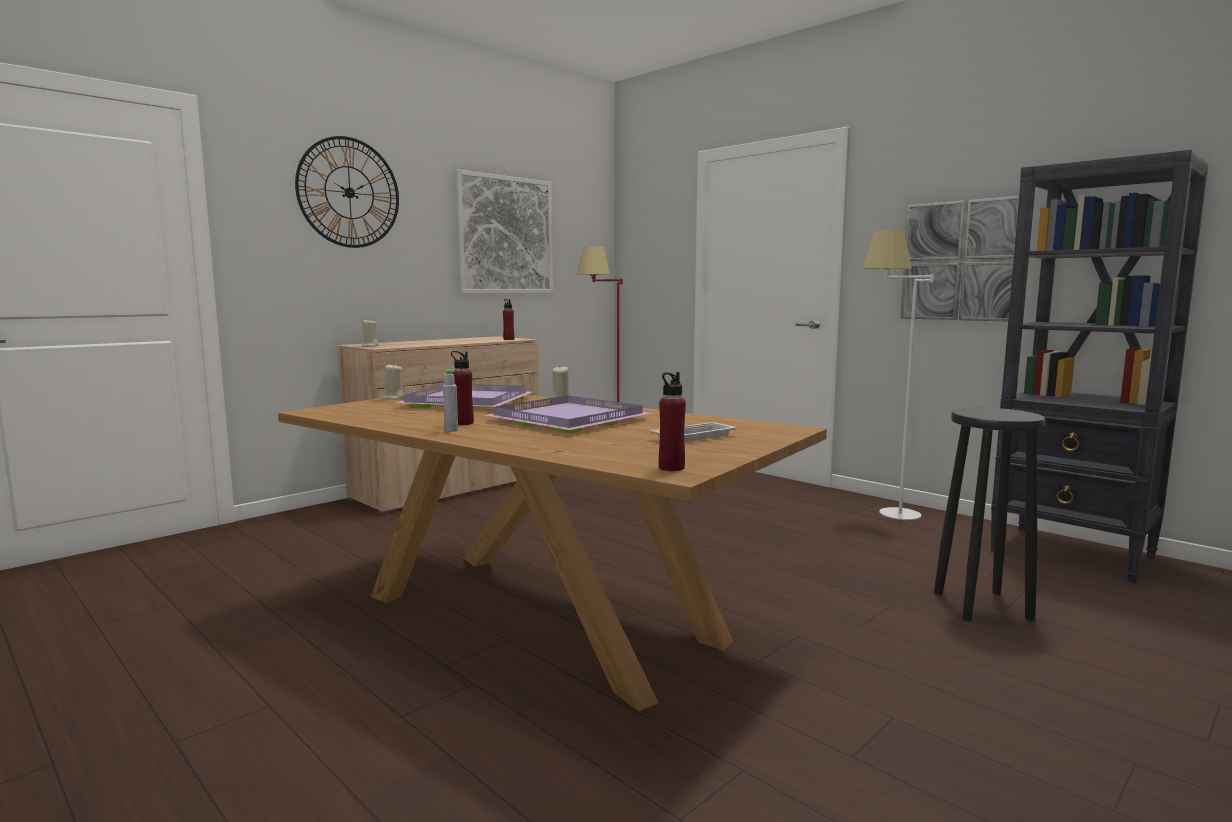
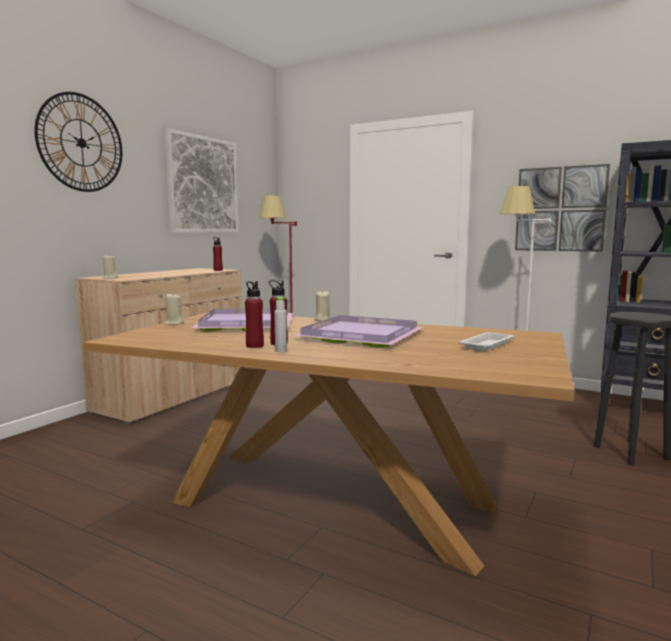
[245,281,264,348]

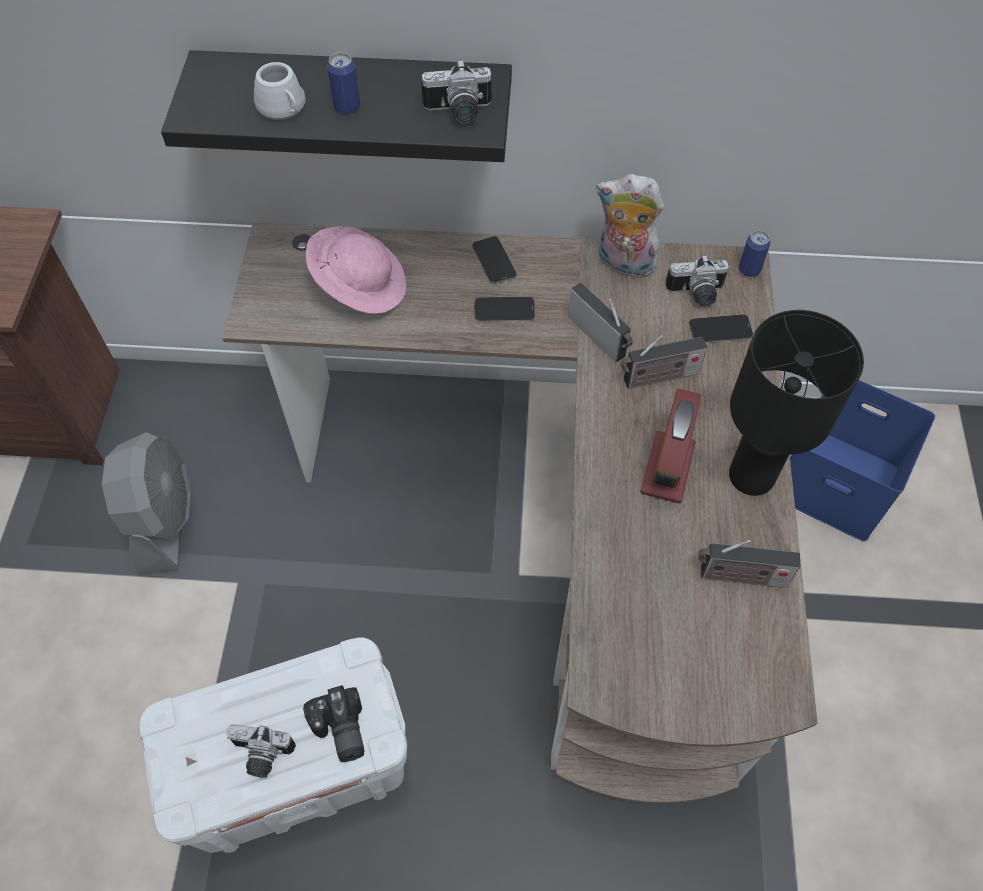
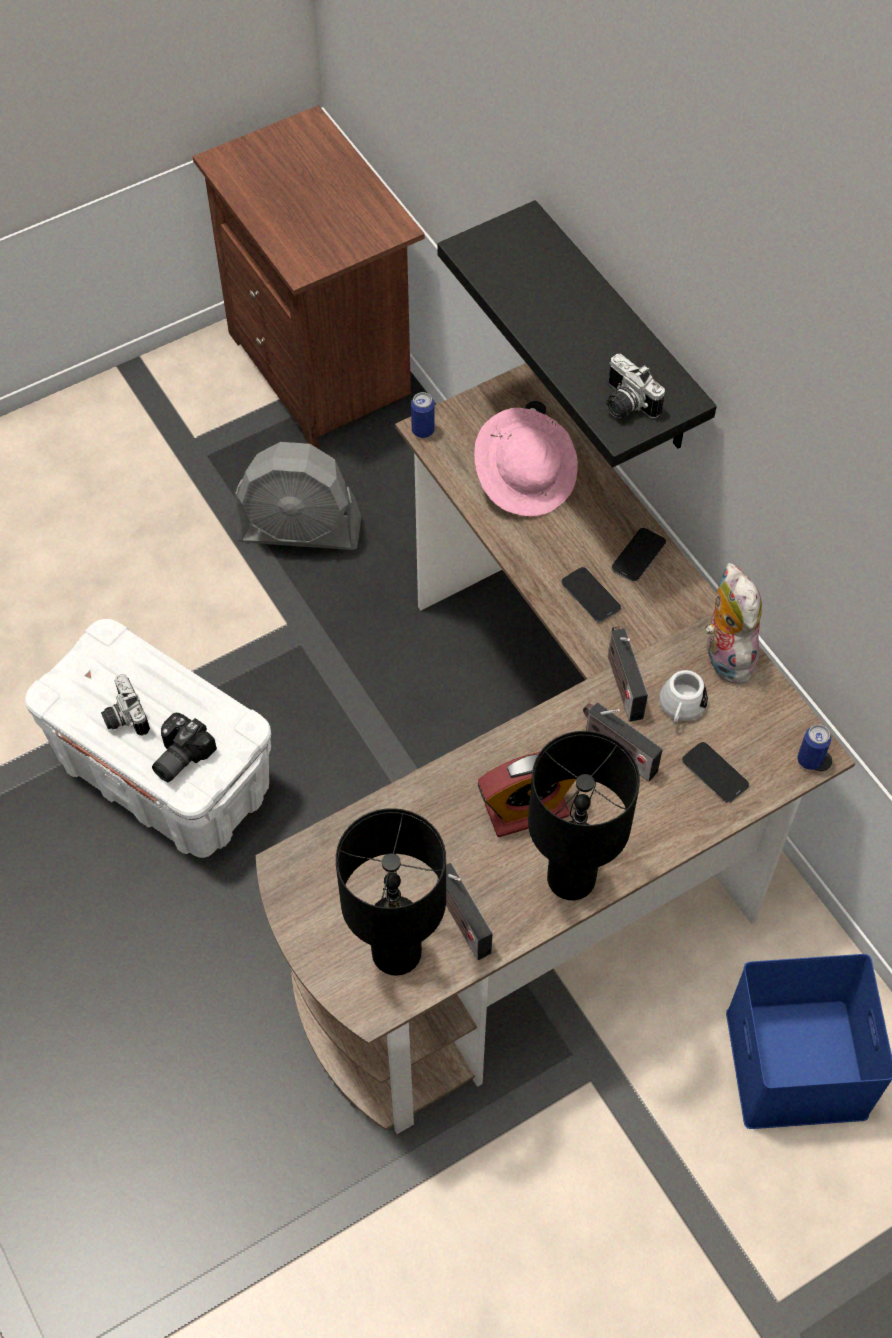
[665,255,729,307] (first image)
[336,808,446,976]
[659,670,708,724]
[411,392,435,438]
[235,442,361,550]
[608,626,648,722]

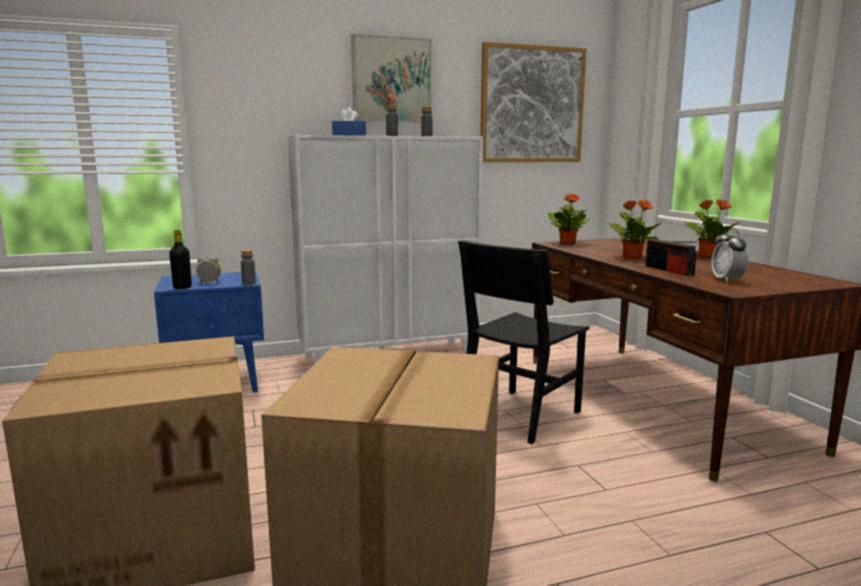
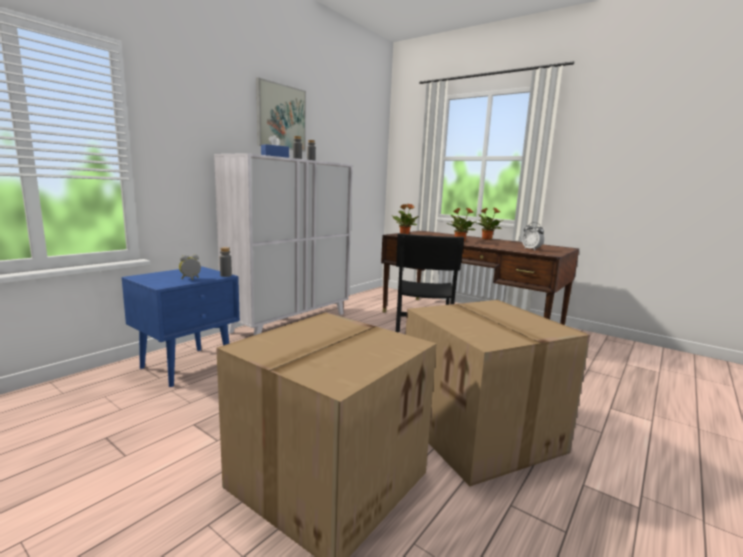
[169,230,192,289] (first image)
[480,42,586,162] (first image)
[645,239,697,276] (first image)

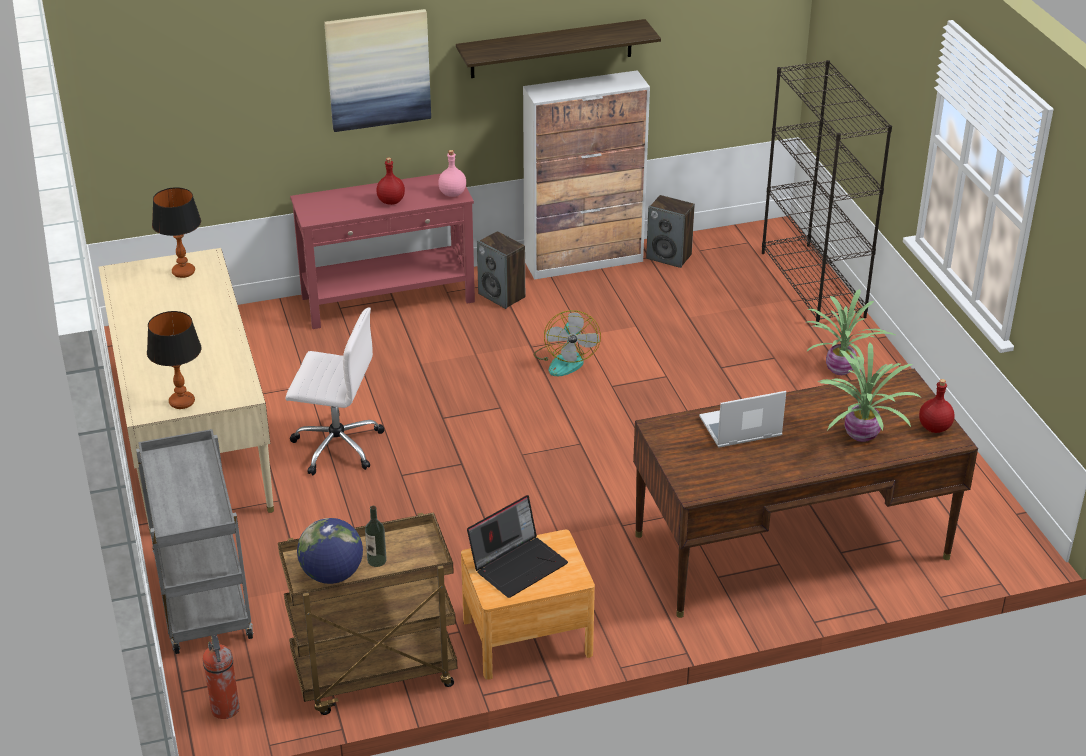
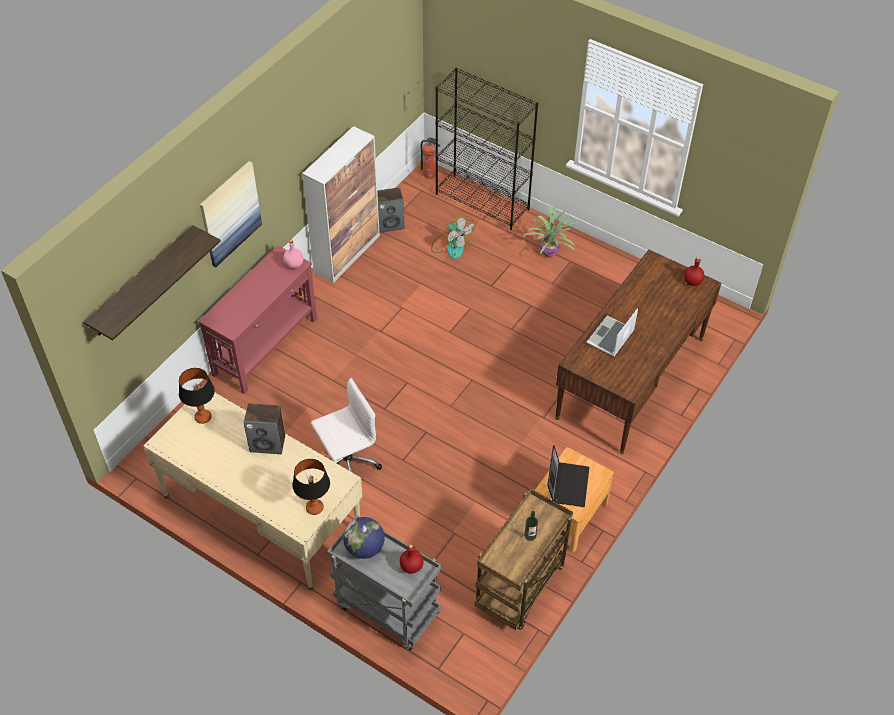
[817,343,922,442] (first image)
[420,137,440,179]
[343,517,385,559]
[400,544,424,574]
[84,225,221,340]
[243,403,285,454]
[431,216,475,259]

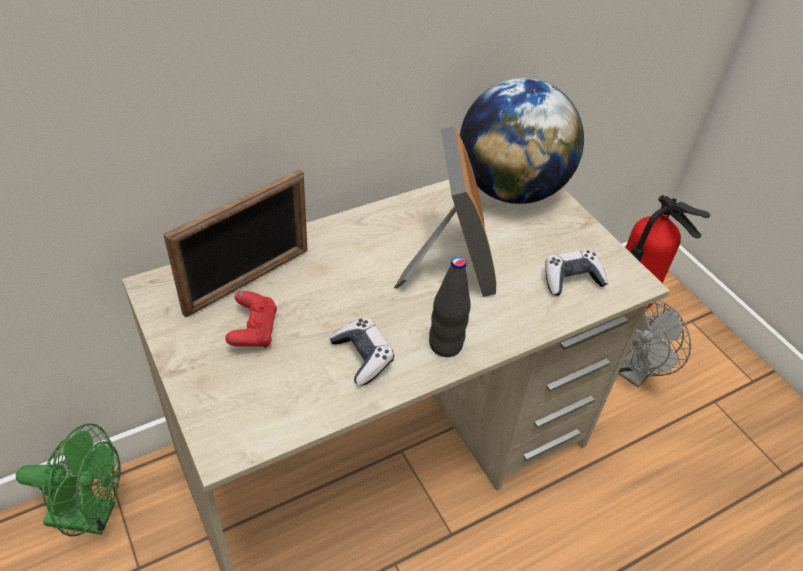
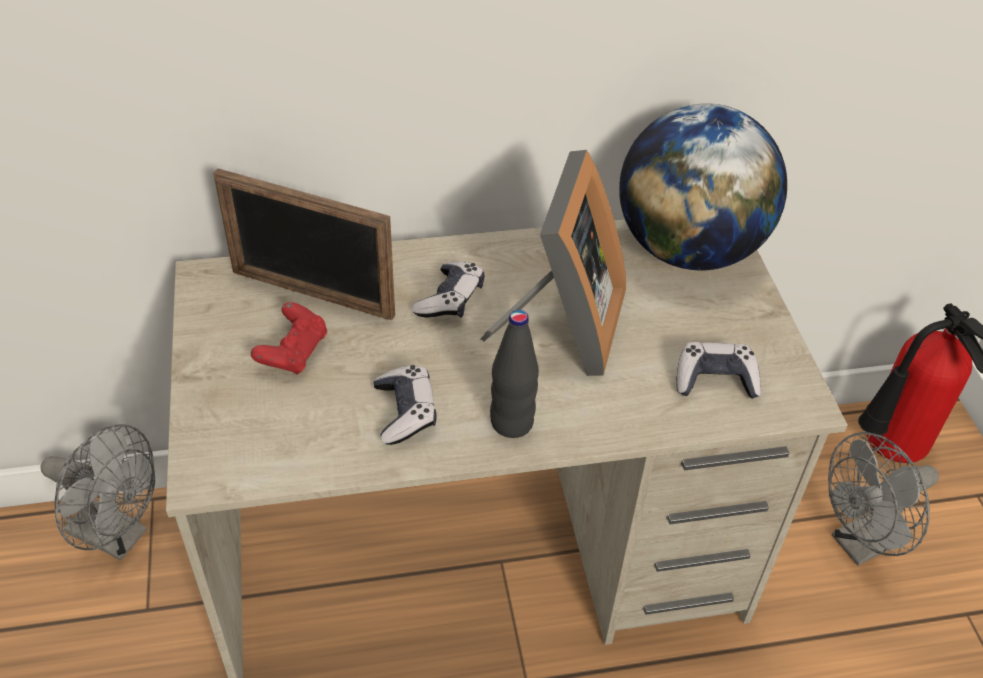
[412,261,484,318]
[40,424,155,560]
[213,168,395,320]

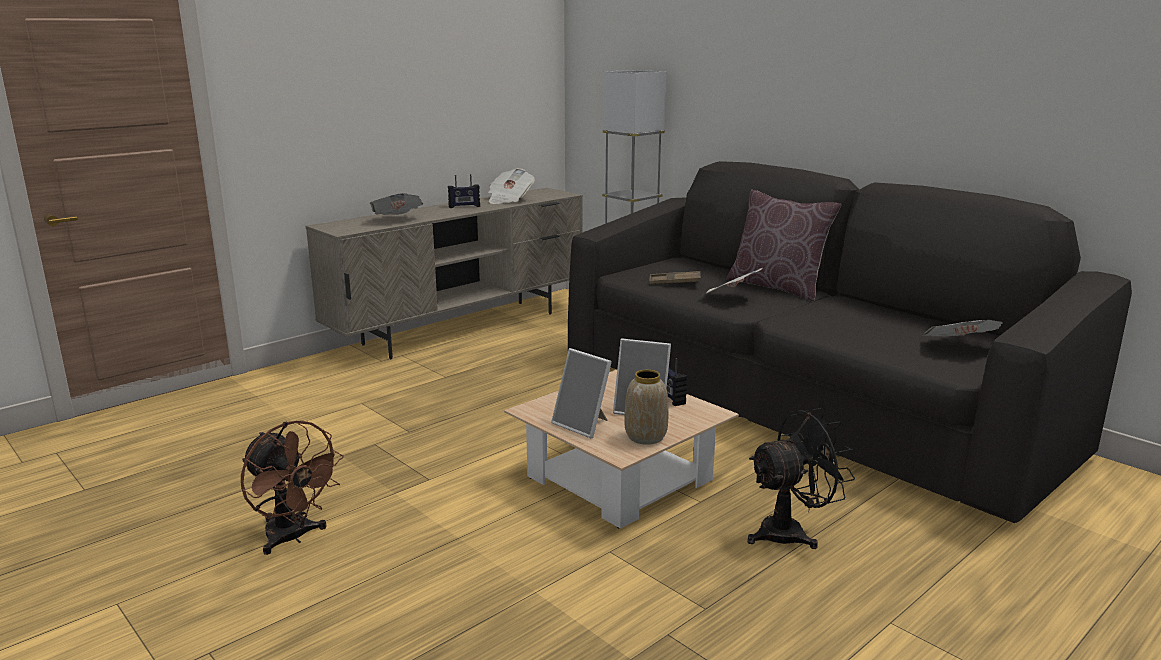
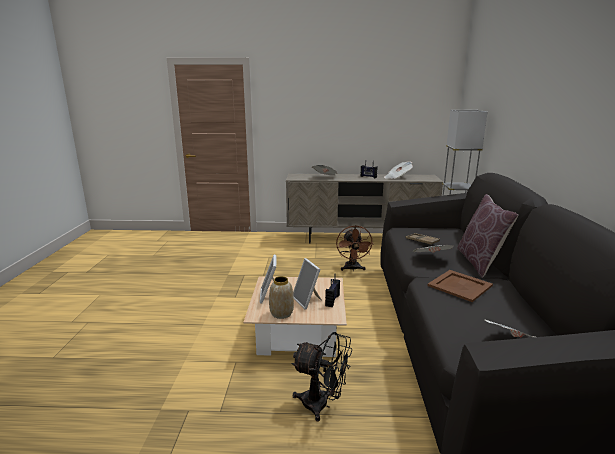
[427,270,493,302]
[336,225,374,271]

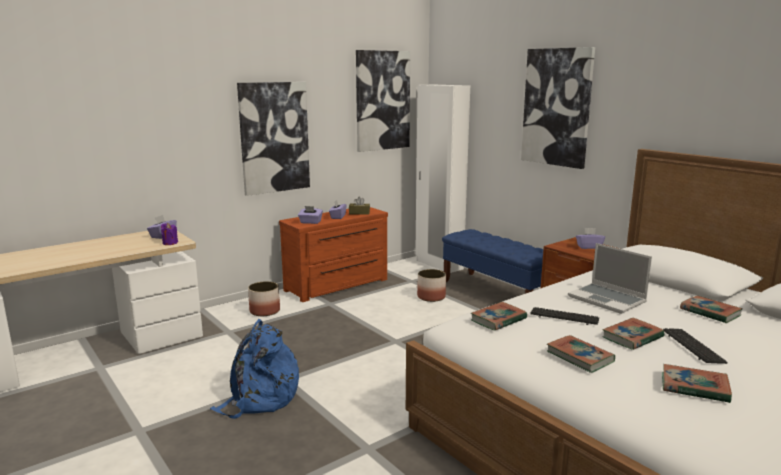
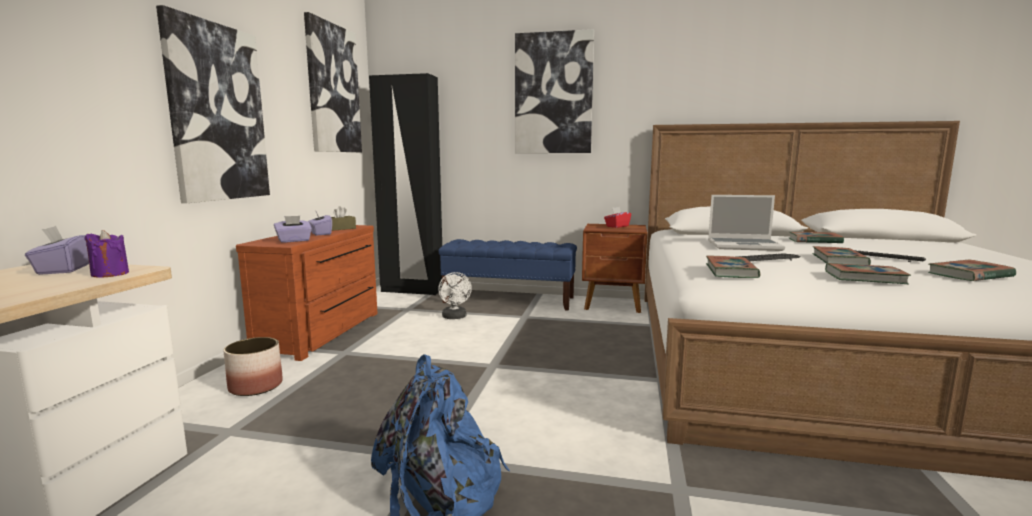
[438,272,472,319]
[369,73,442,295]
[604,207,631,228]

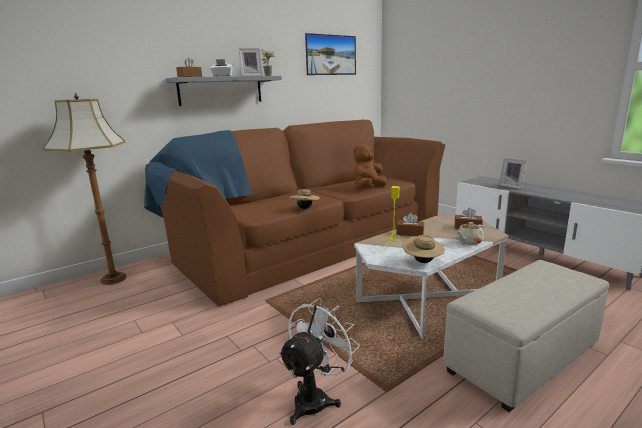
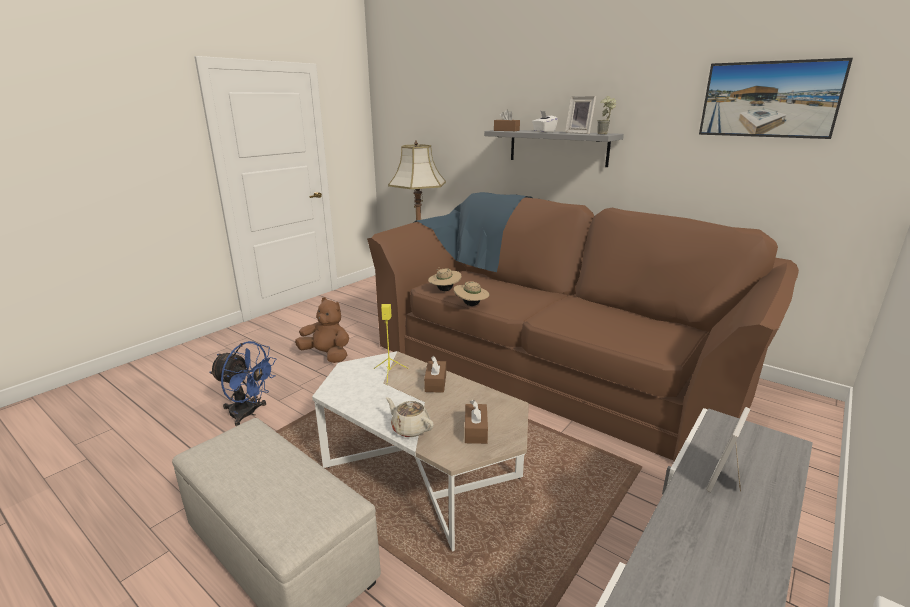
[295,297,349,363]
[428,267,461,291]
[209,341,277,426]

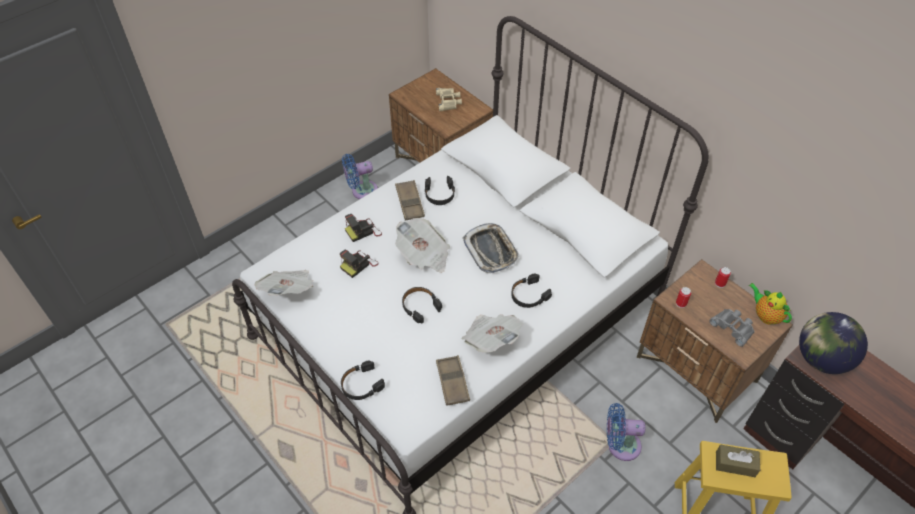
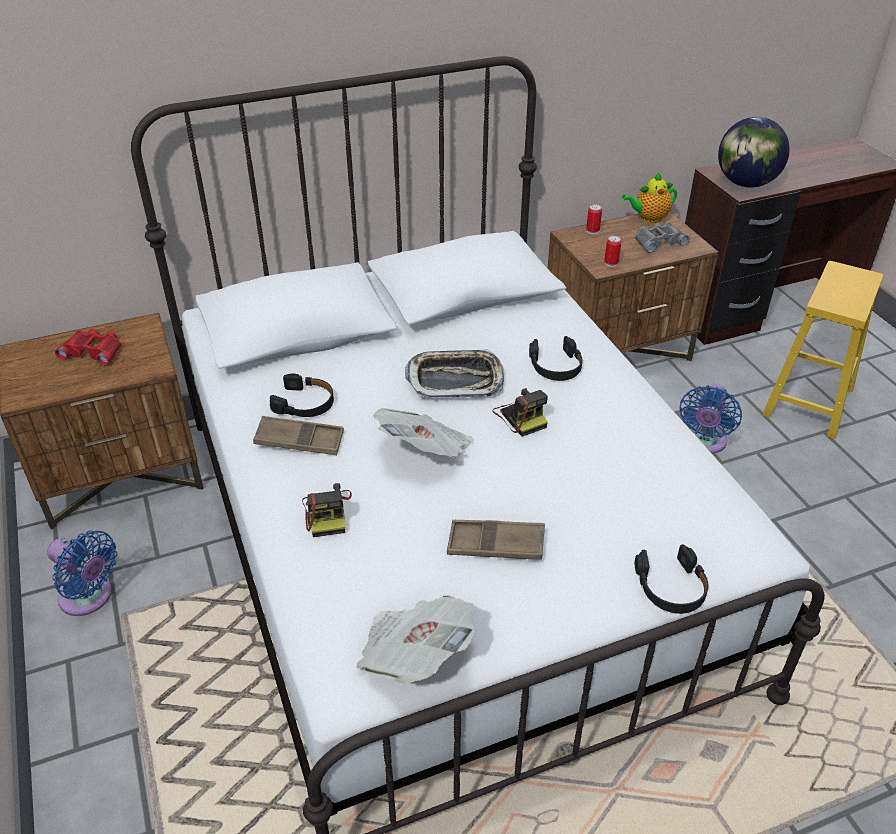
[402,287,442,324] (first image)
[461,314,524,353] (first image)
[716,444,760,477] (first image)
[493,388,548,437]
[447,520,545,560]
[55,329,121,366]
[47,530,117,616]

